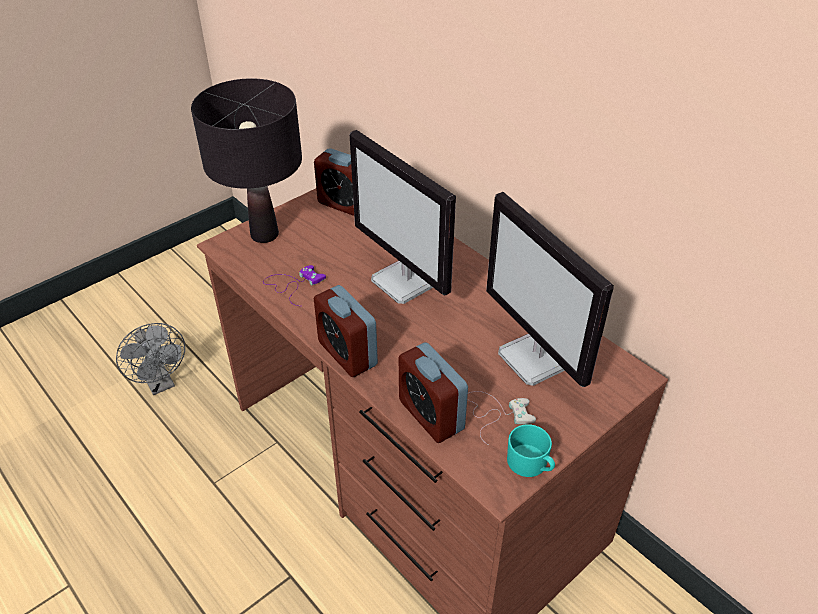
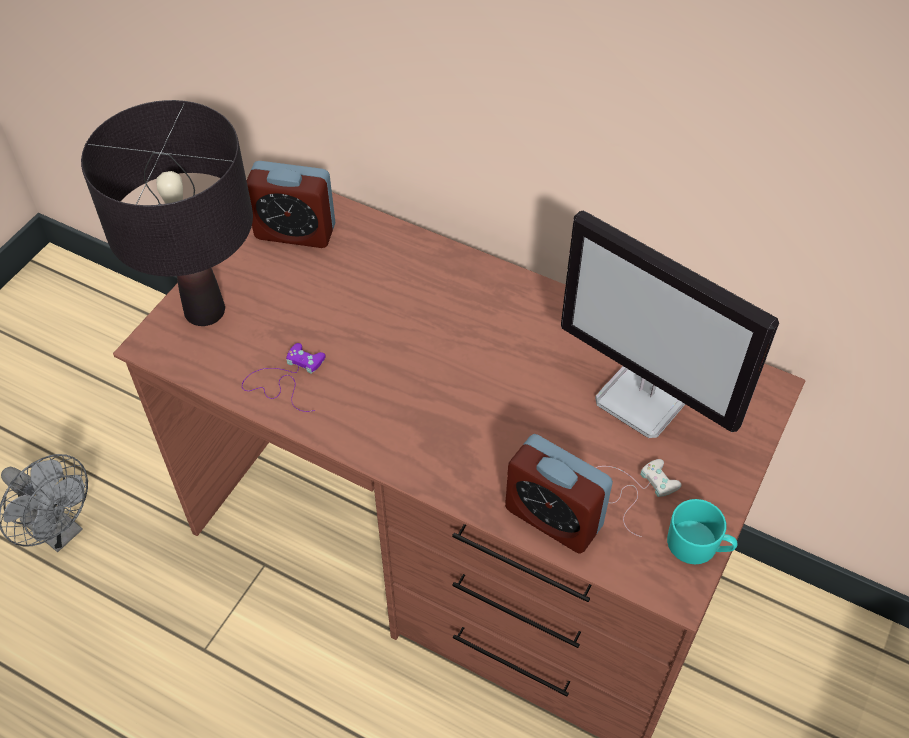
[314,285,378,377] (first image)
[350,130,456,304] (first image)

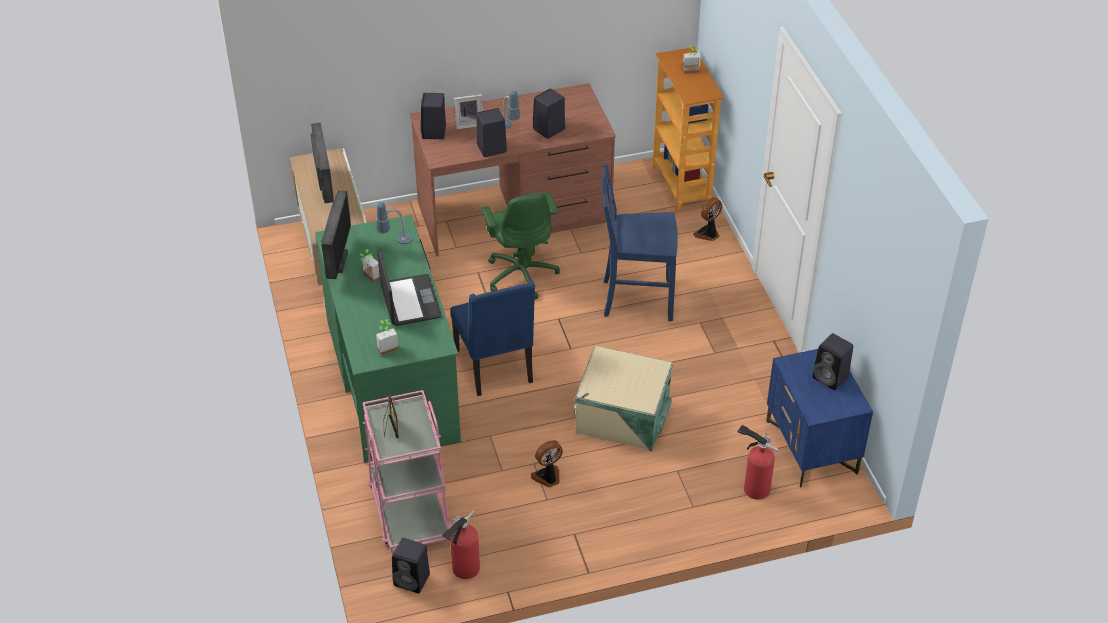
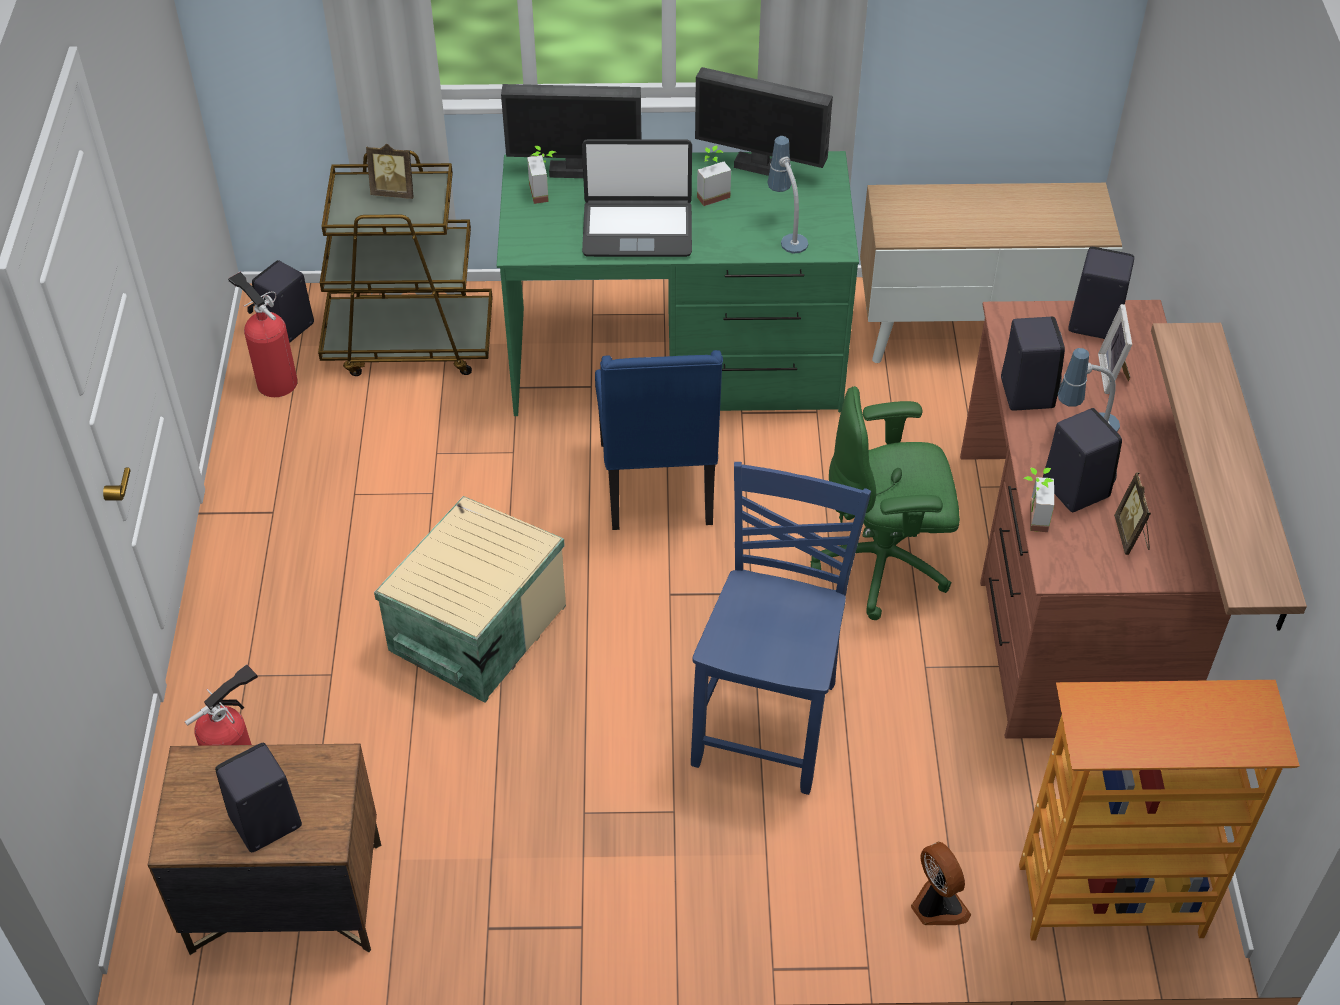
[531,440,563,488] (first image)
[1114,472,1151,555]
[1151,323,1307,631]
[501,84,641,178]
[1024,467,1054,532]
[318,150,493,376]
[148,744,382,955]
[595,350,723,530]

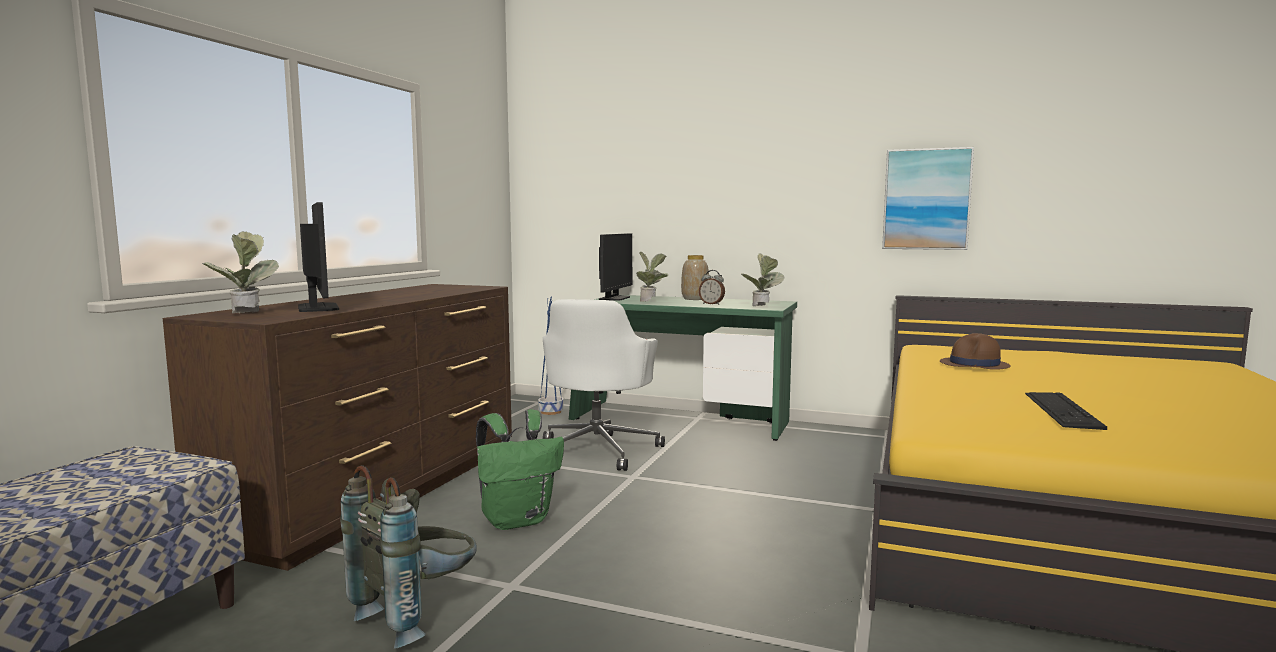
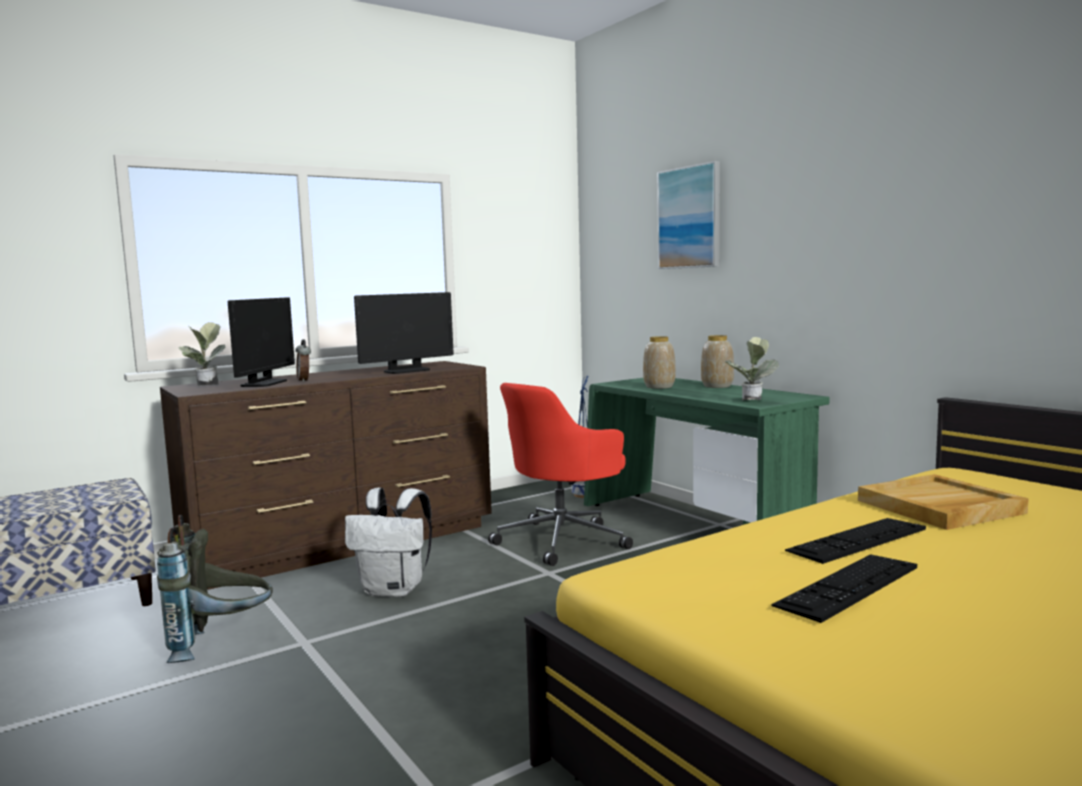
[785,518,926,564]
[354,292,454,374]
[295,340,311,382]
[657,161,720,269]
[643,336,676,389]
[858,474,1029,530]
[345,488,432,597]
[488,383,633,566]

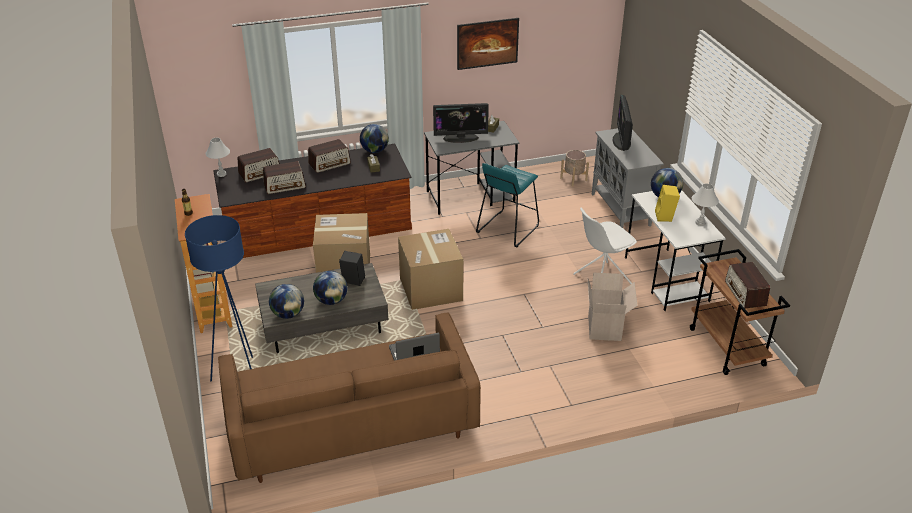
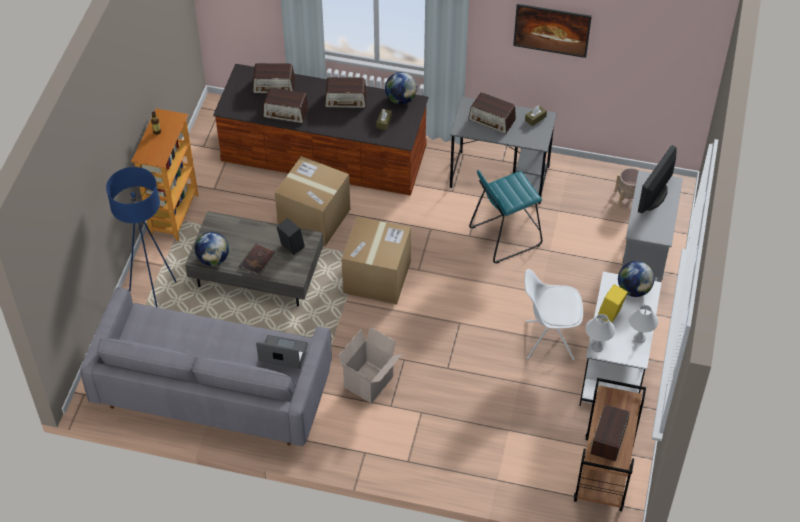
[585,314,615,352]
[338,327,402,403]
[239,244,277,276]
[468,92,516,134]
[80,287,332,446]

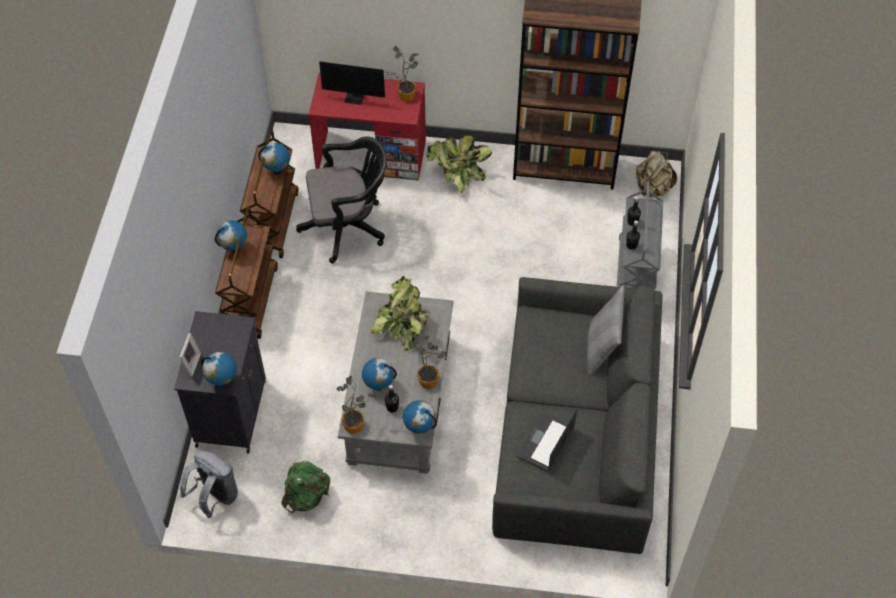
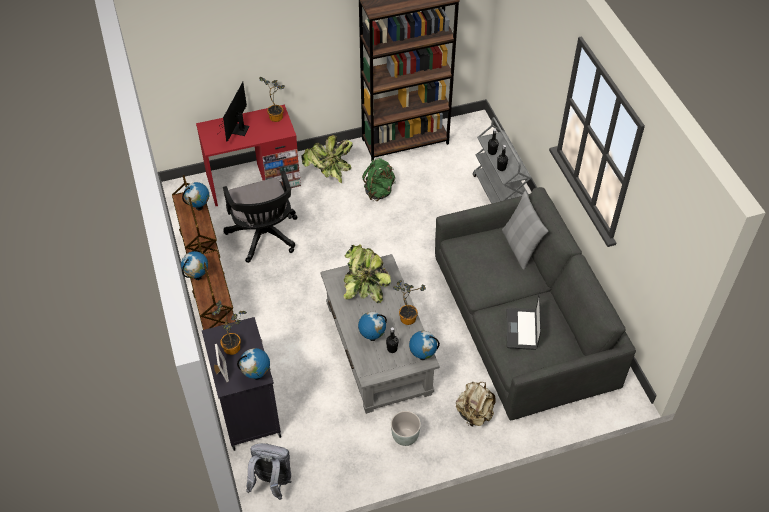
[391,411,421,446]
[362,158,396,201]
[212,300,247,355]
[456,382,496,427]
[223,171,297,263]
[217,82,250,142]

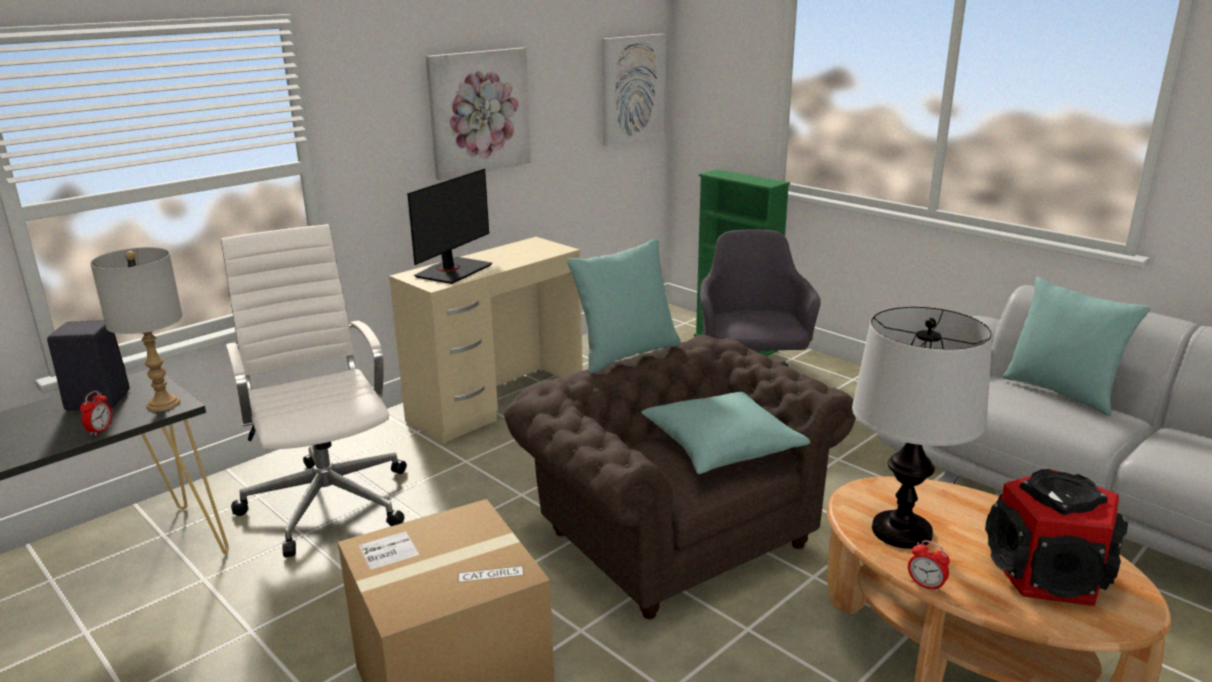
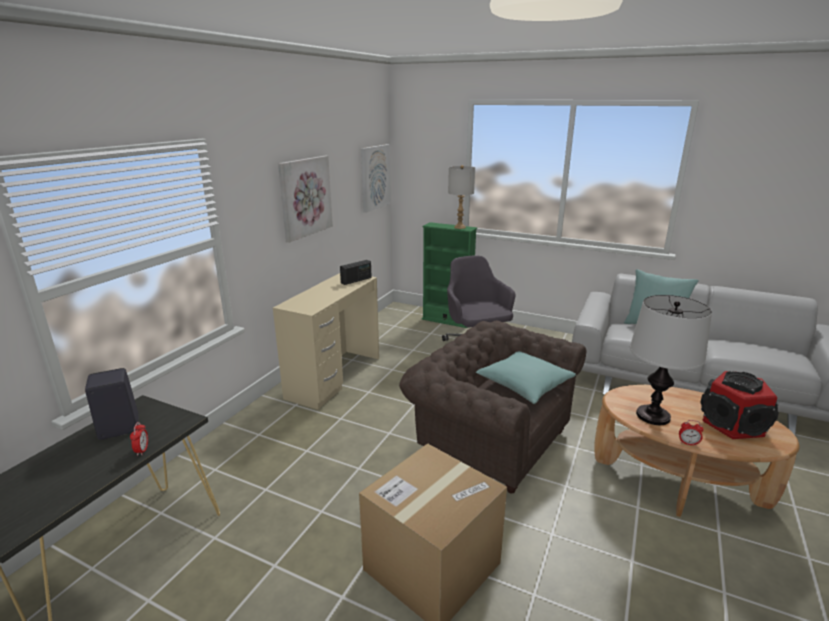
[221,224,407,557] (first image)
[407,168,492,284] (first image)
[567,239,681,373] (first image)
[340,260,372,285]
[448,165,475,229]

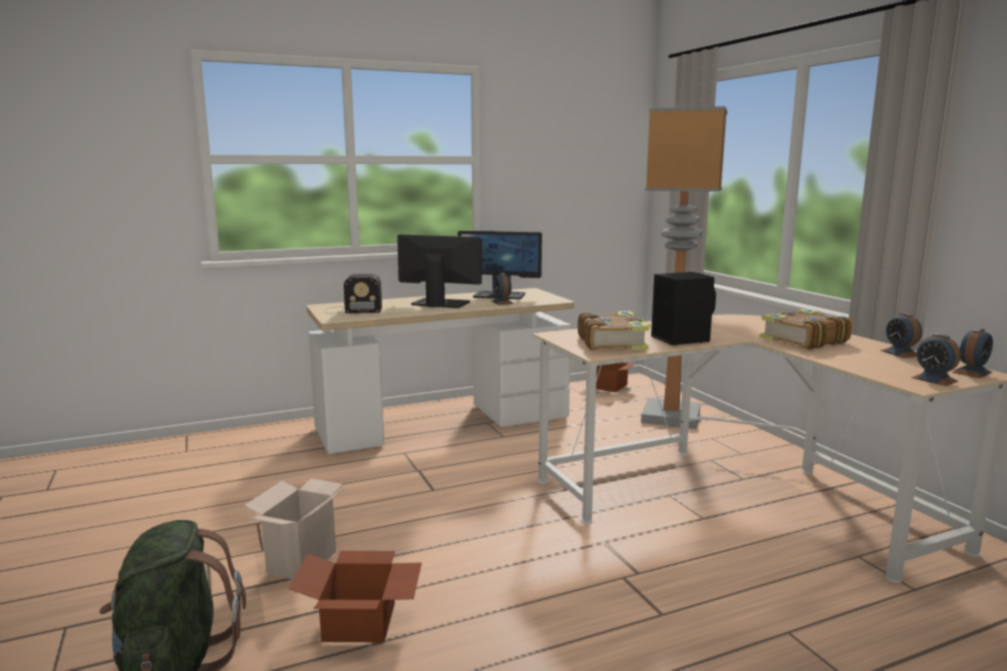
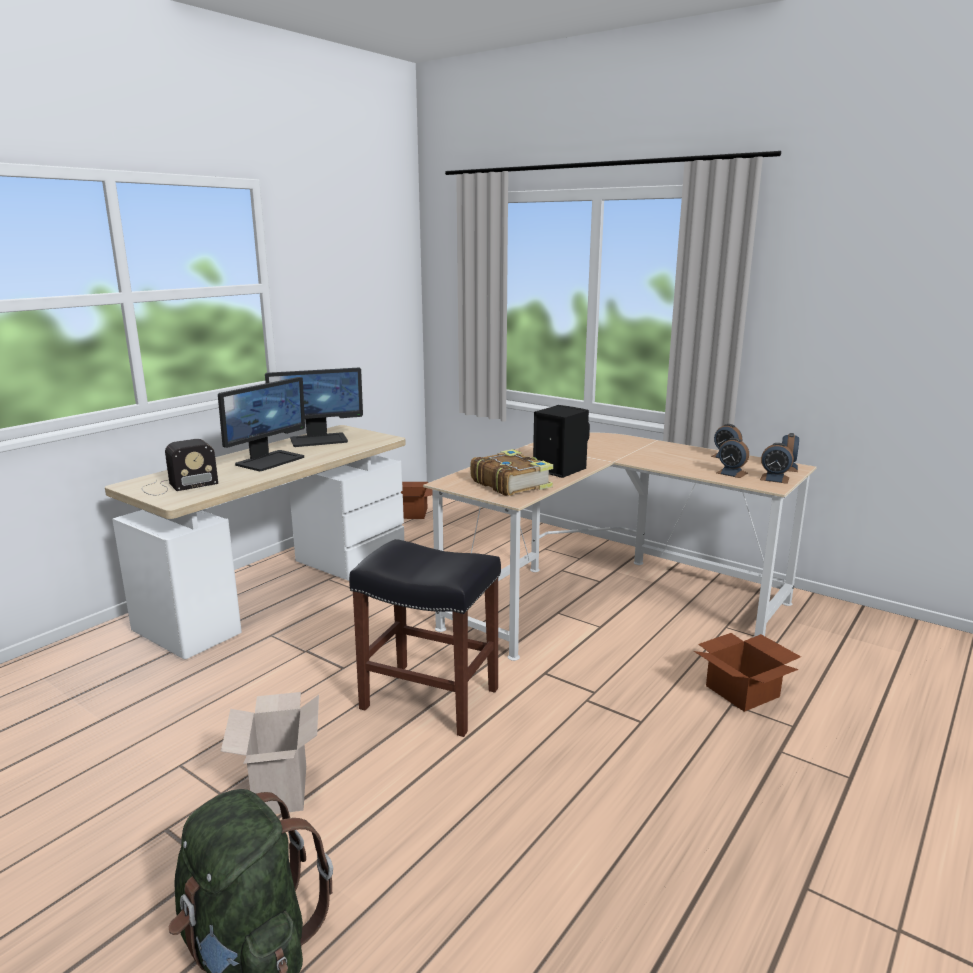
[641,106,727,429] (first image)
[760,308,852,350] (first image)
[349,539,501,737]
[694,633,801,712]
[716,438,749,478]
[218,377,305,471]

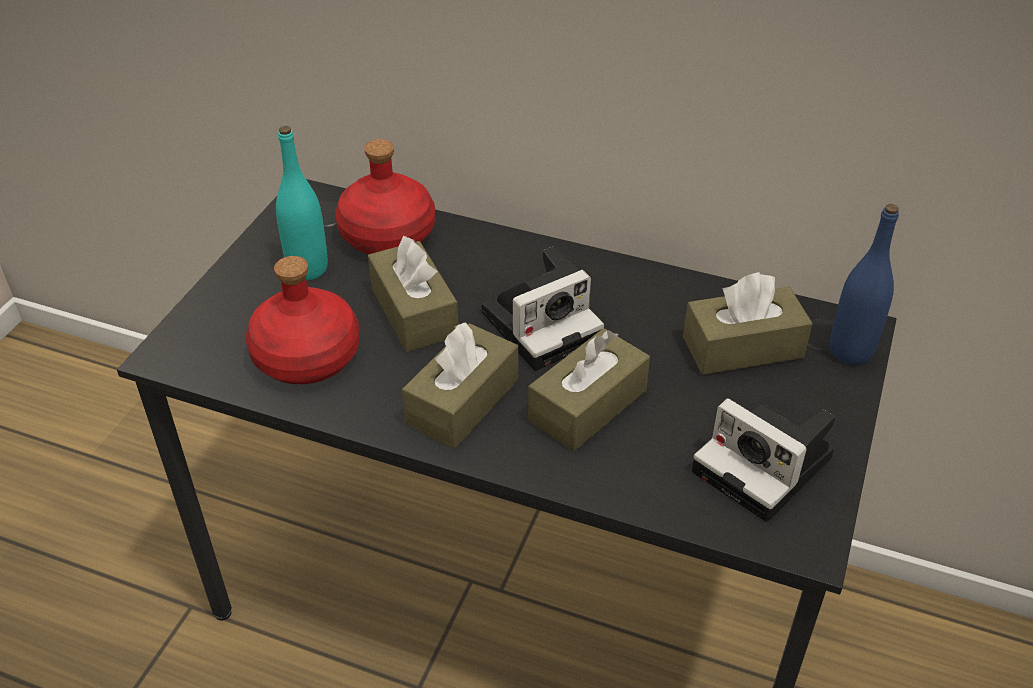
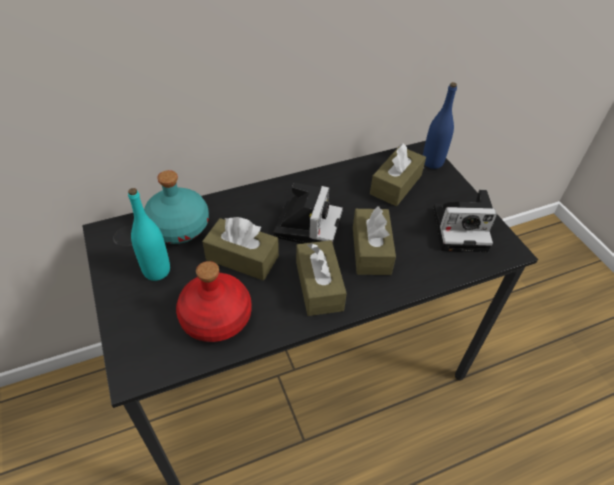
[144,170,209,244]

